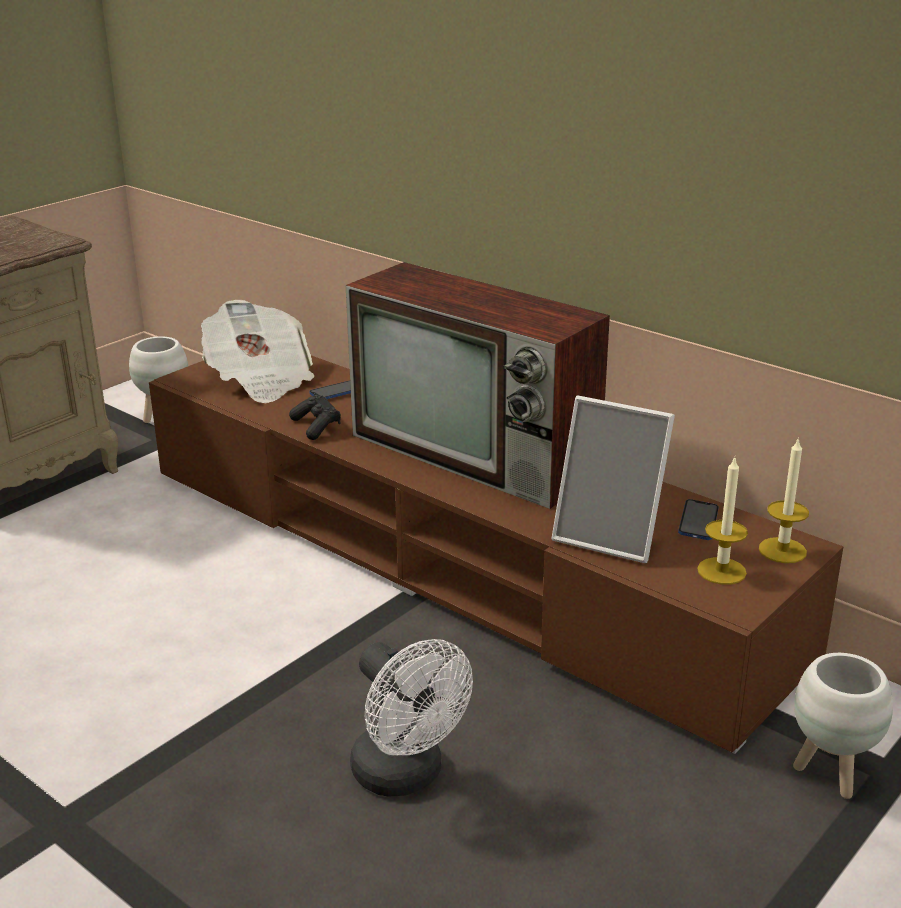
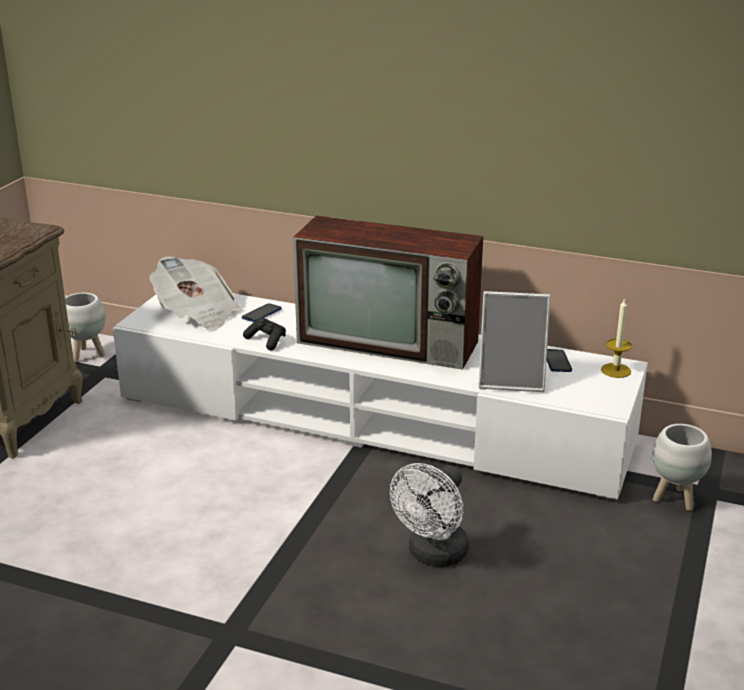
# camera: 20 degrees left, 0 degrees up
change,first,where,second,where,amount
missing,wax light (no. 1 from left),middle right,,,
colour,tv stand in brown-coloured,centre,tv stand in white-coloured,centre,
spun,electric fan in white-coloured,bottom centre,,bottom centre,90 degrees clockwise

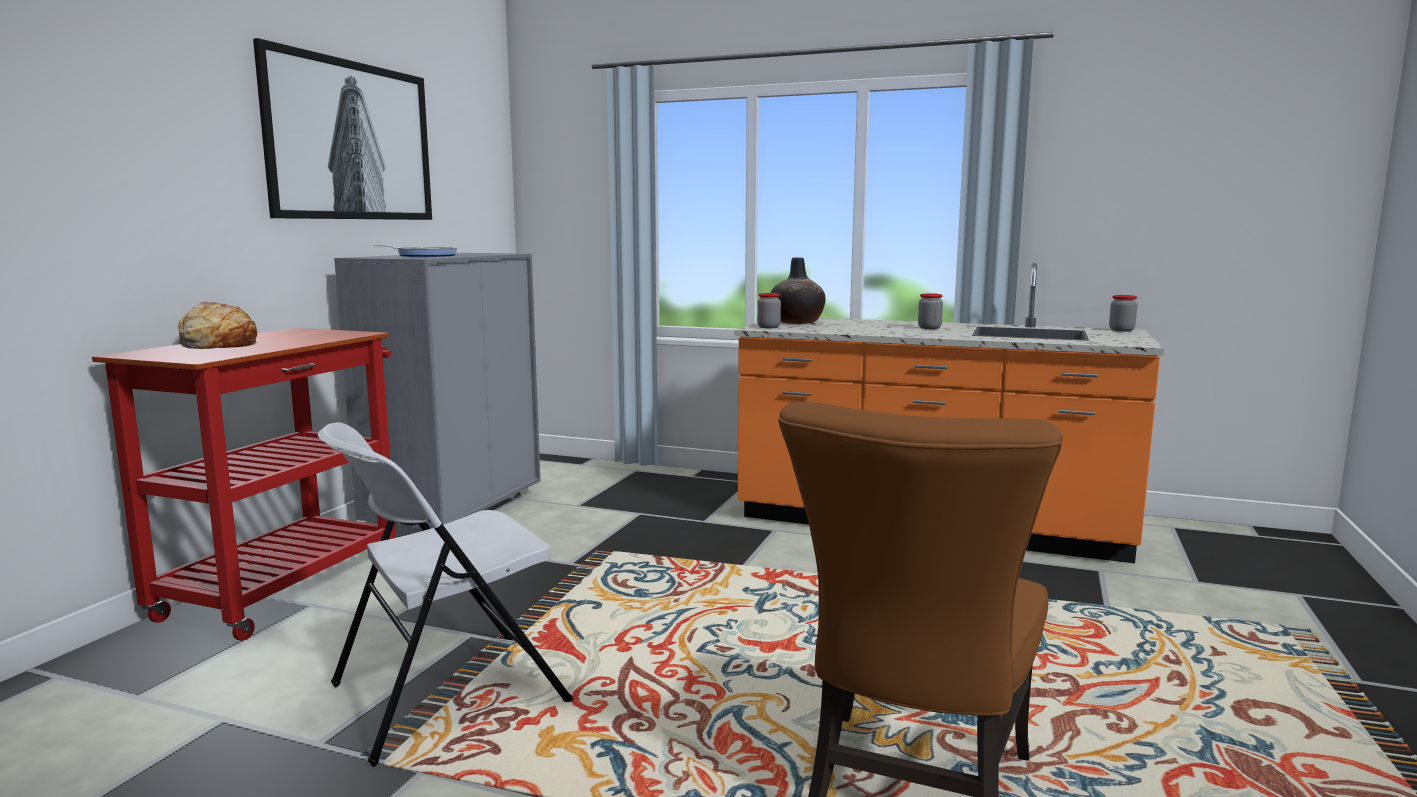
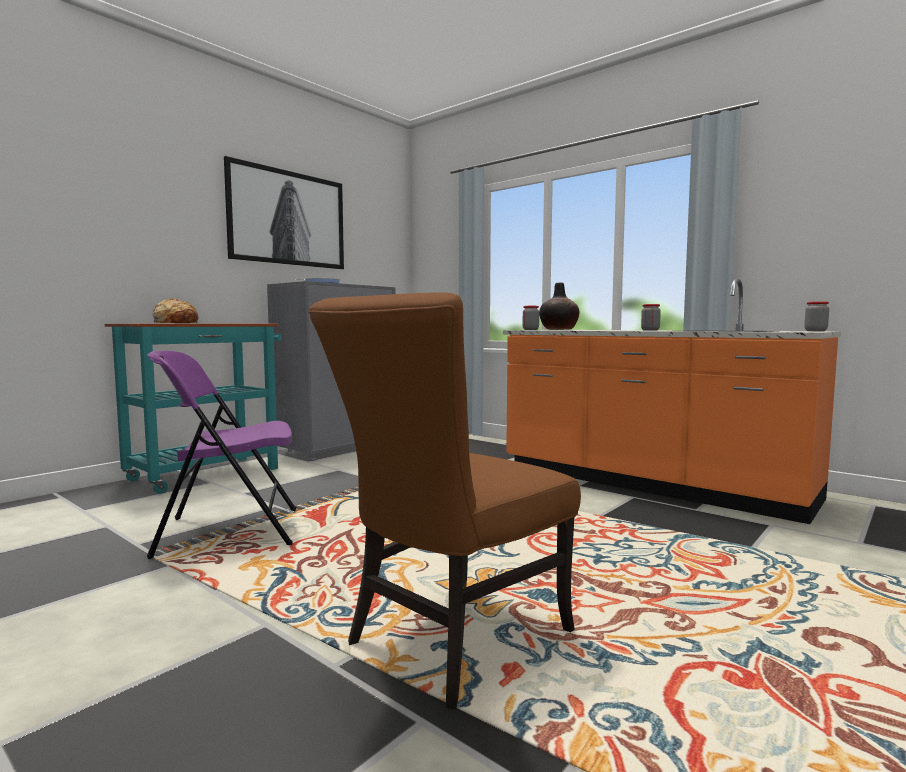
# camera: 20 degrees right, 5 degrees down
change,first,where,second,where,amount
colour,trolley in red,middle left,trolley in turquoise,middle left,
colour,upright chair in white-coloured,bottom left,upright chair in purple-coloured,middle left,

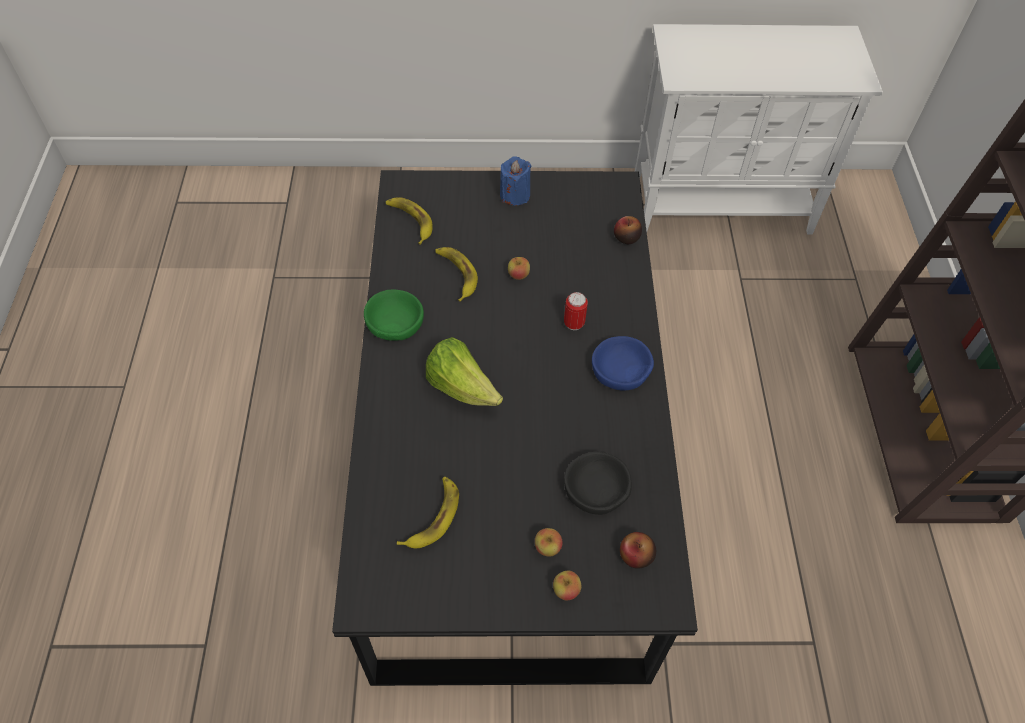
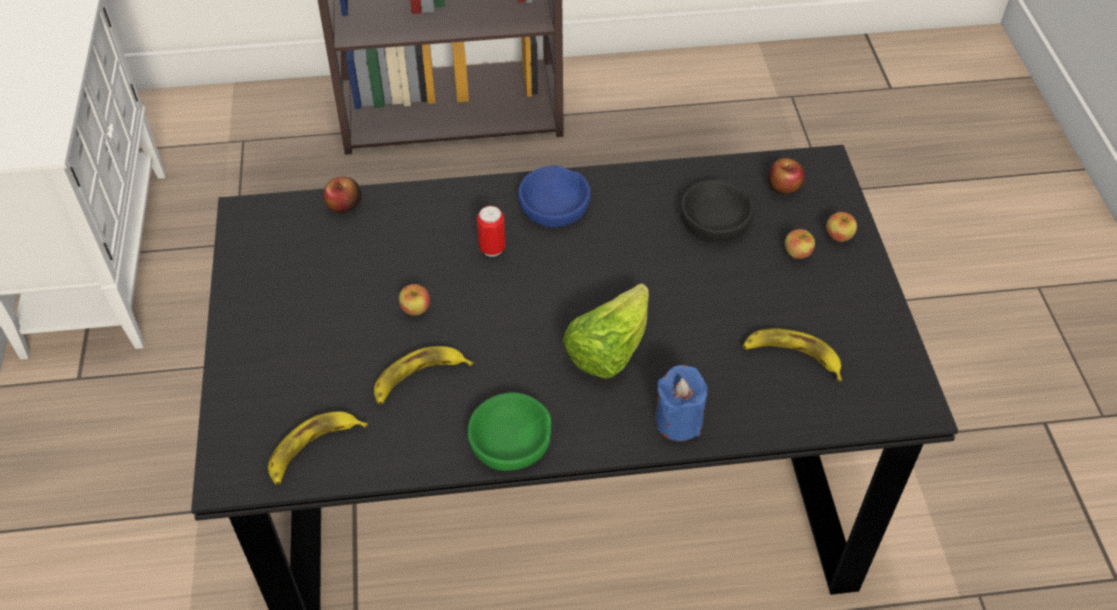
# camera: 95 degrees left, 5 degrees down
change,first,where,second,where,amount
relocated,wax light in bluish,top centre,,centre,

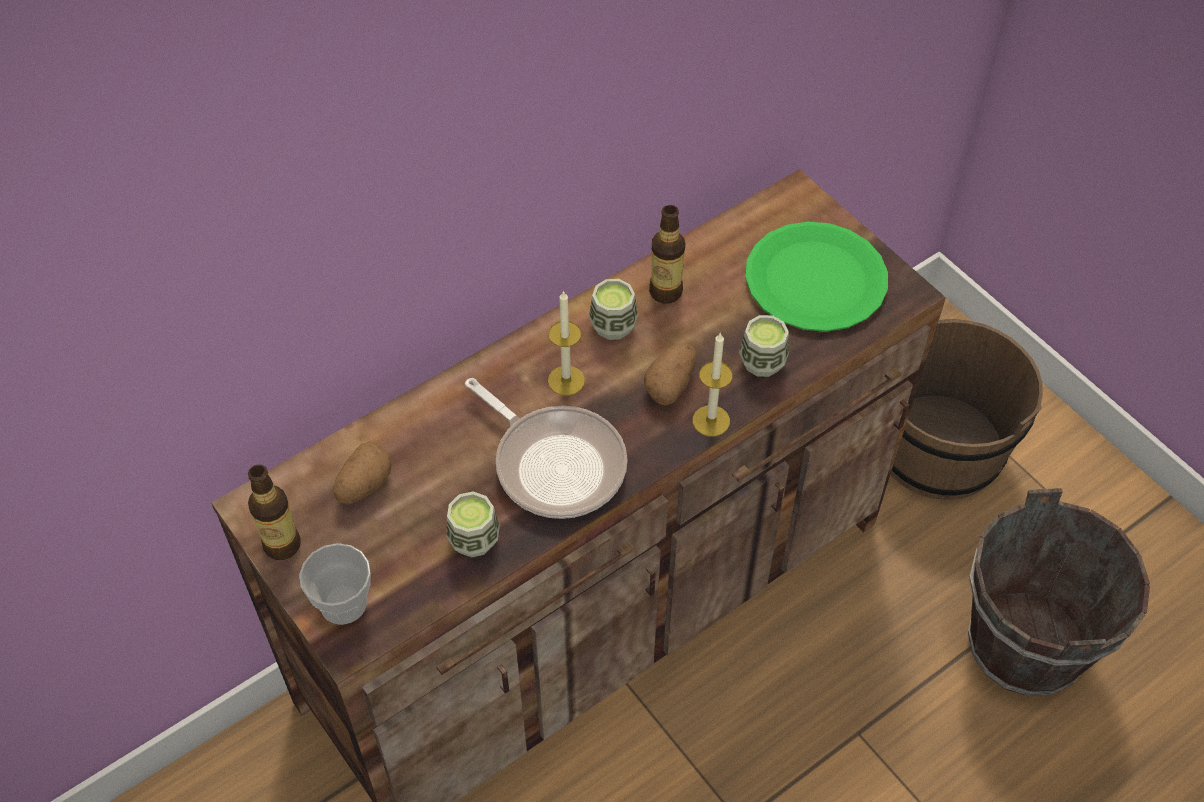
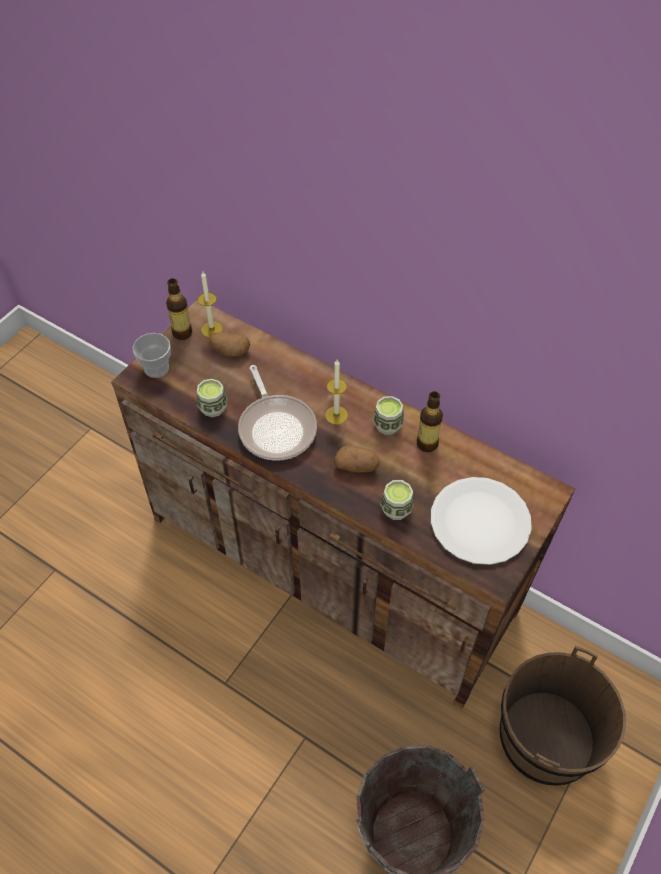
# camera: 70 degrees right, 0 degrees up
change,first,where,second,where,amount
relocated,wax light (no. 2 from left in the first image),centre,wax light (no. 1 from left),middle left,
colour,dinner plate in greenish,middle right,dinner plate in white-coloured,middle right,
spun,frying pan,centre,,centre,45 degrees counterclockwise

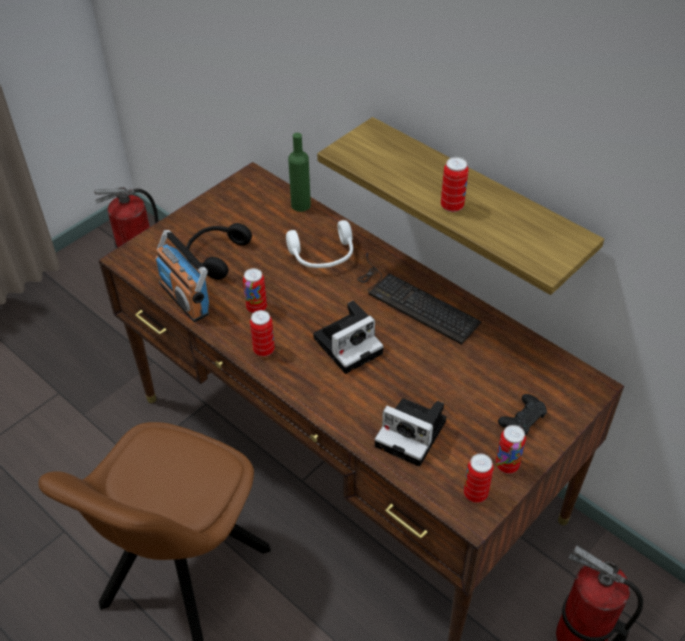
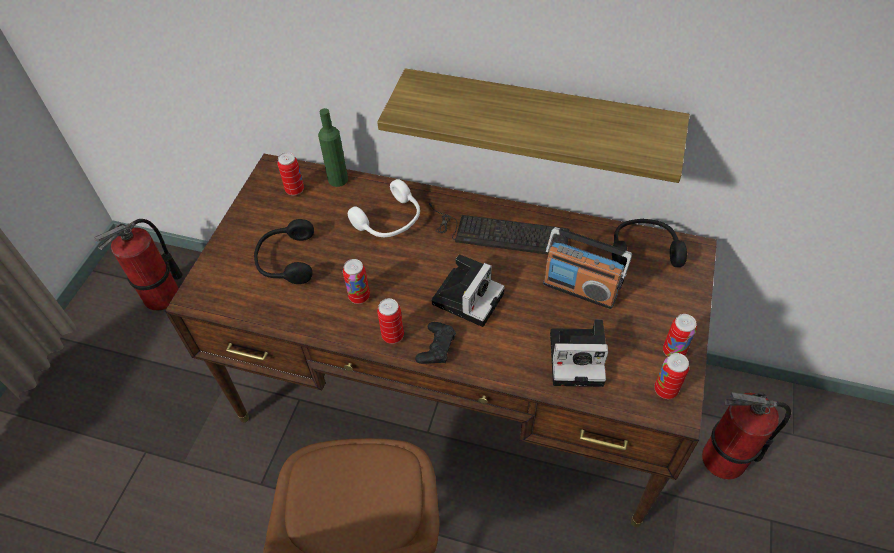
# camera: 25 degrees left, 5 degrees up
change,first,where,second,where,amount
appeared,,,pair of headphones in blackish (no. 2 from left),middle right,
relocated,radio set,middle left,,centre,
relocated,metal can (no. 3 from left in the first image),top centre,metal can (no. 1 from left),top left,
relocated,joypad in blackish,middle right,,centre,

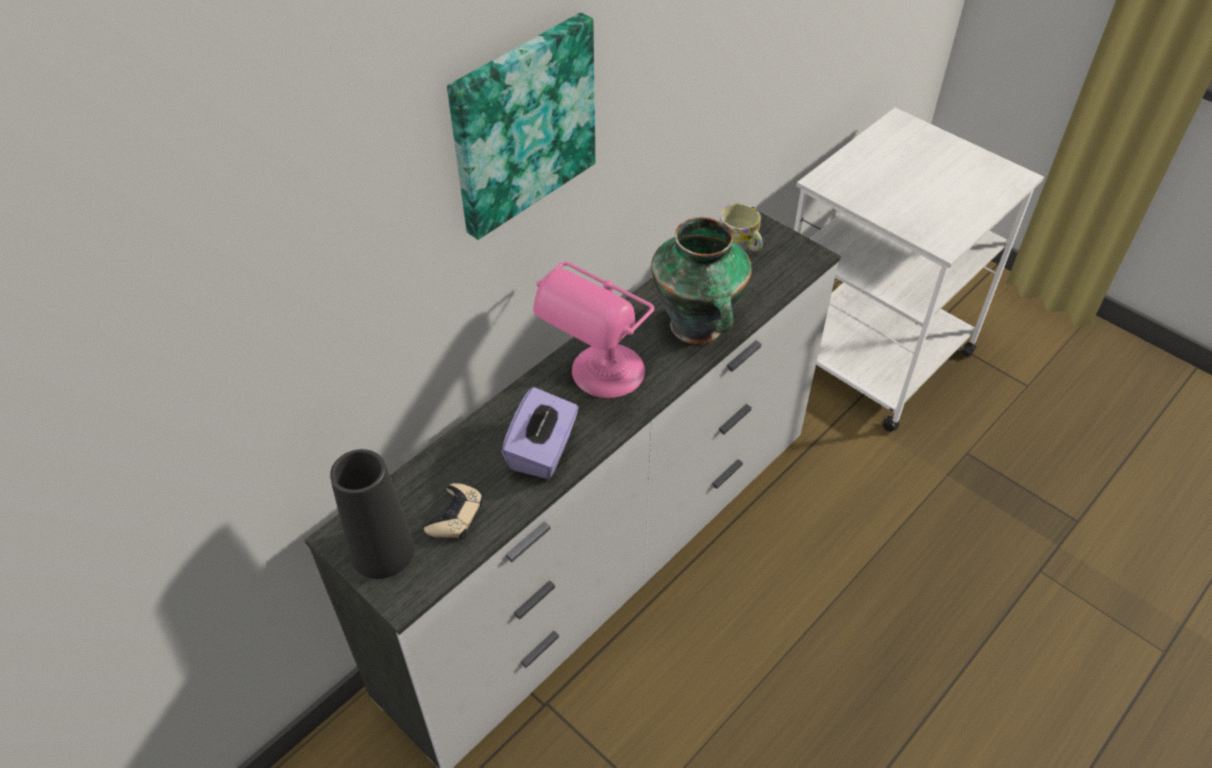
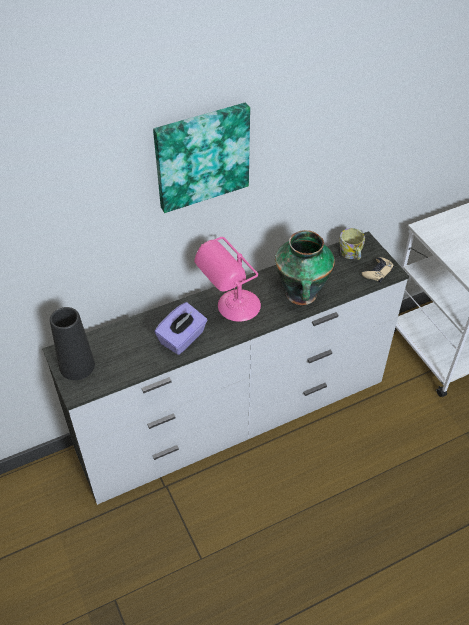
# camera: 20 degrees right, 0 degrees up
change,first,where,second,where,amount
relocated,joypad in beige,centre,,middle right,

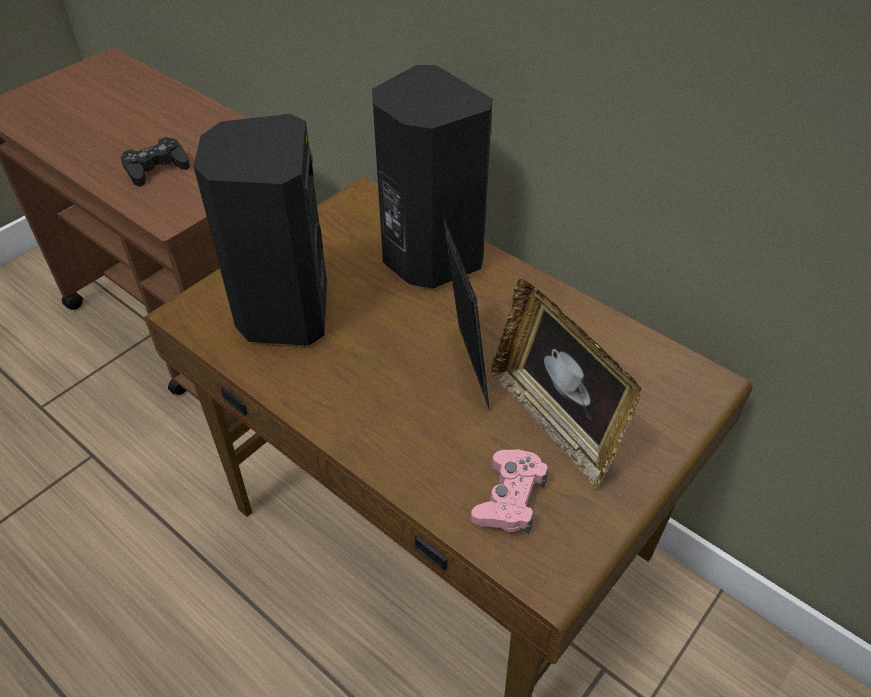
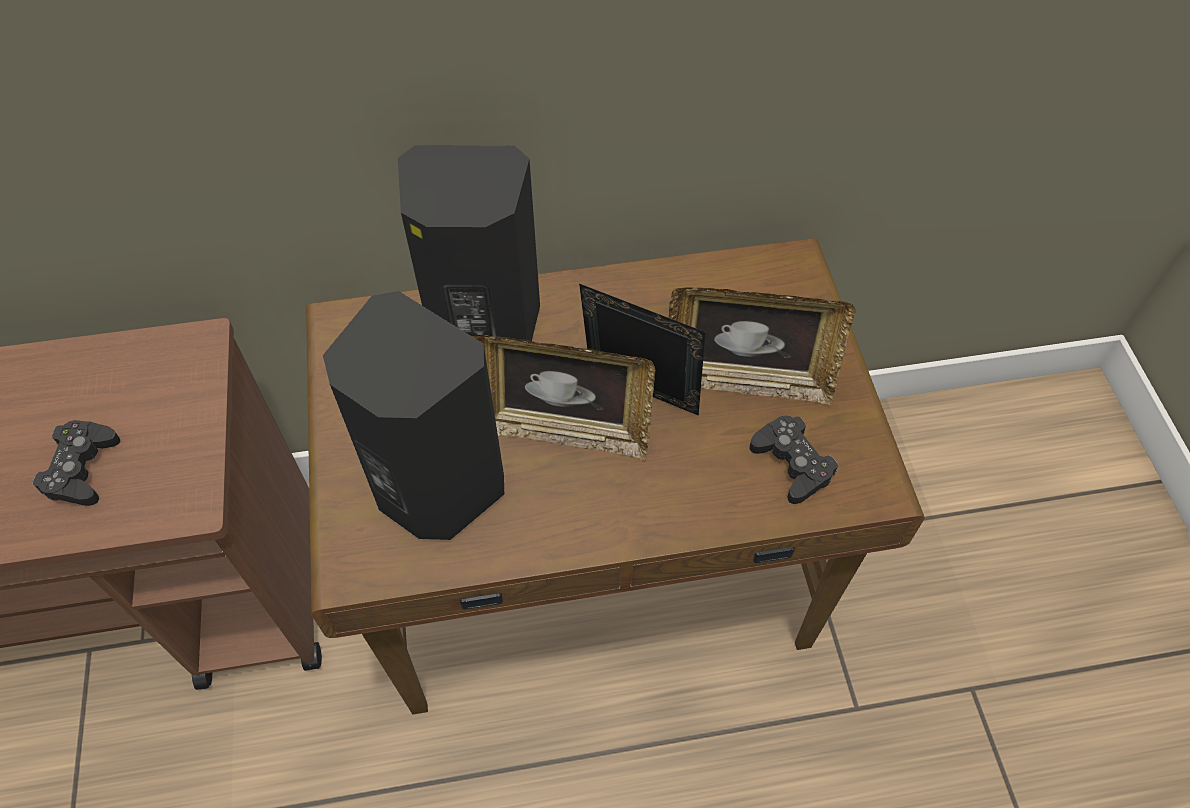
# camera: 50 degrees left, 10 degrees up
change,first,where,second,where,amount
appeared,,,picture frame (no. 1 from left),centre,
colour,joypad in pink,bottom centre,joypad in blackish (no. 2 from left),middle right,

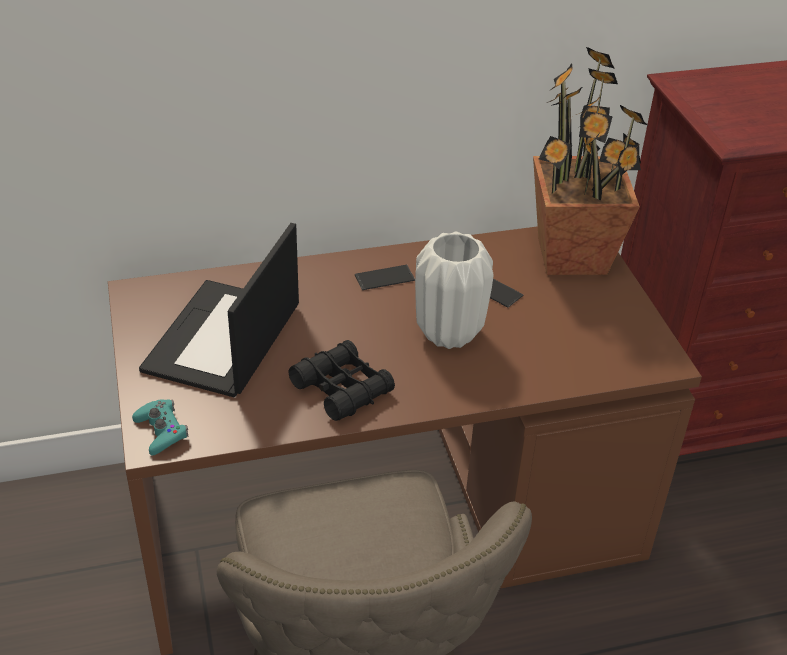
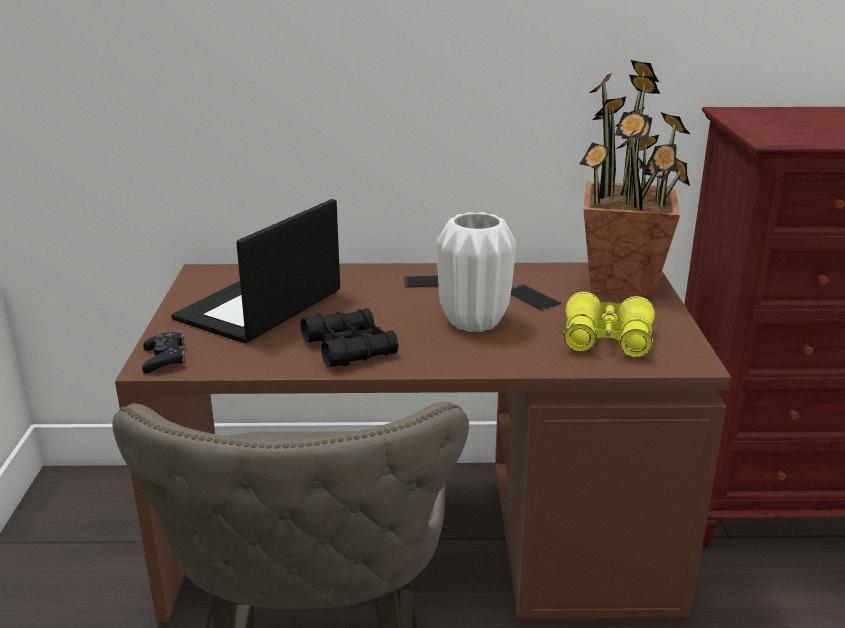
# camera: 15 degrees right, 15 degrees down
change,first,where,second,where,amount
appeared,,,field glasses in yellow,middle right,
colour,joypad in turquoise,middle left,joypad in blackish,middle left,

